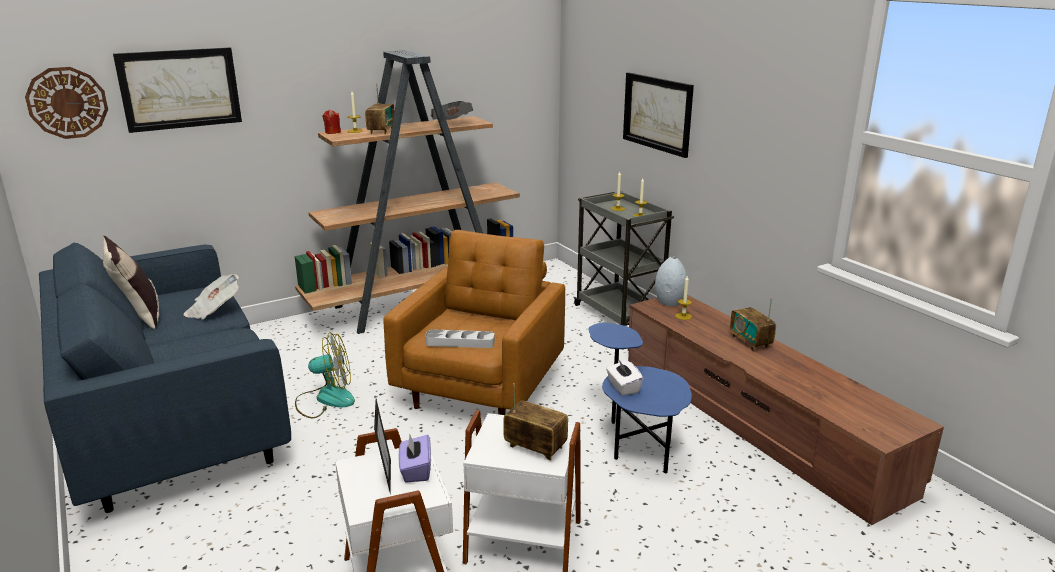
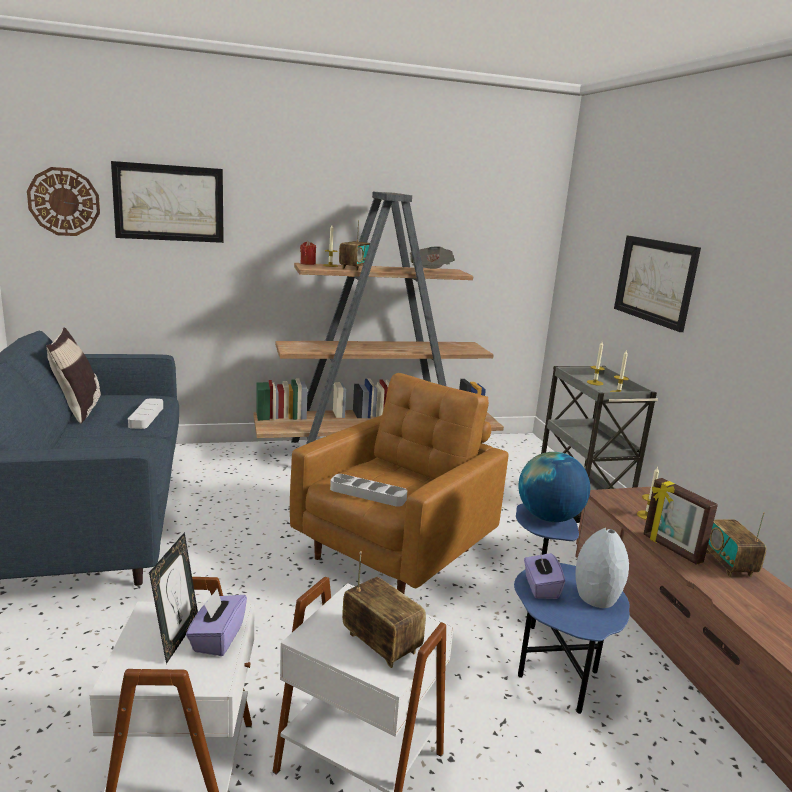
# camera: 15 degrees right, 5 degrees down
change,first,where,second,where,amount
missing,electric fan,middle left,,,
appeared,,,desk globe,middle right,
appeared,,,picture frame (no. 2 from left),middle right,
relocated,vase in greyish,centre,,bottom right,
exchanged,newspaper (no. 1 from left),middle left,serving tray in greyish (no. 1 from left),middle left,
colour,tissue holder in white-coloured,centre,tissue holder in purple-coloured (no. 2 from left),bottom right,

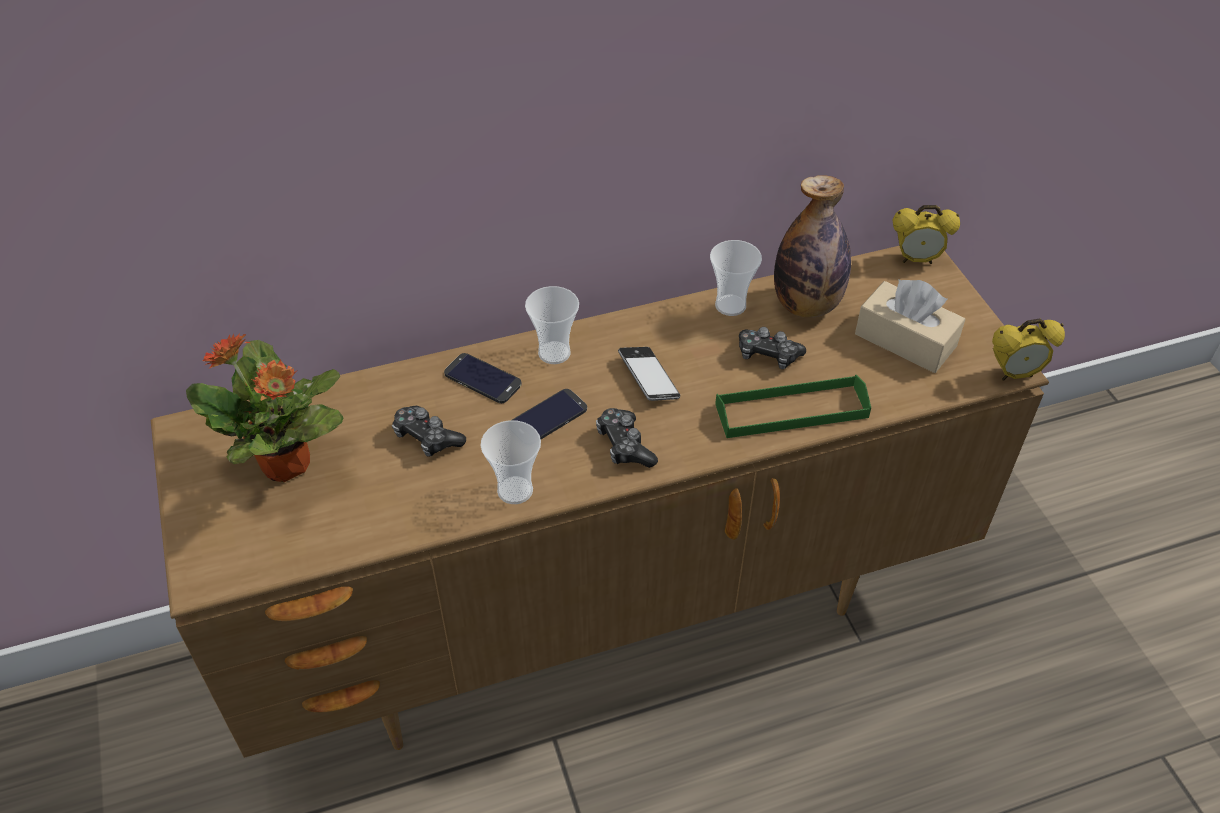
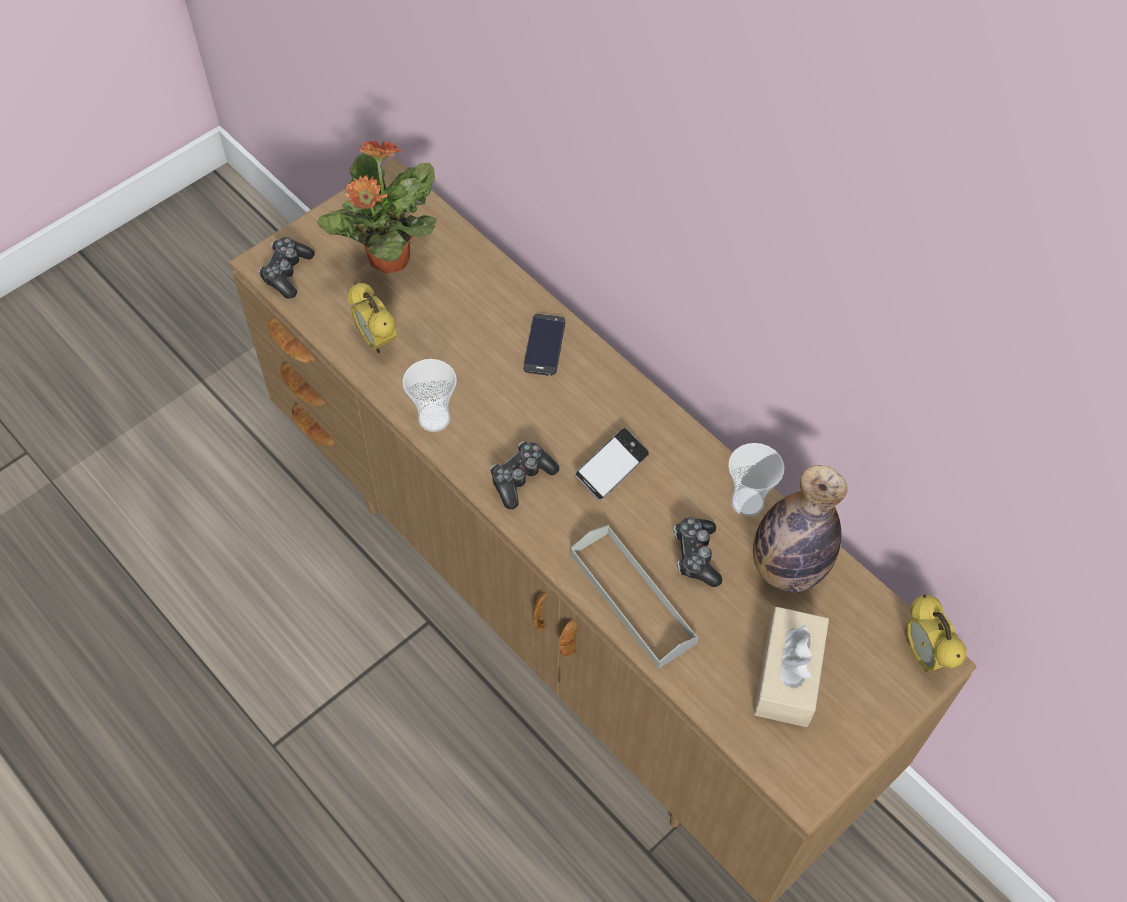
# camera: 65 degrees right, 10 degrees up
change,first,where,second,where,amount
missing,telephone (no. 2 from left),centre,,,
missing,cup (no. 2 from left),centre,,,
relocated,joypad (no. 1 from left),centre,,top left,
relocated,bedside clock (no. 2 from left in the first image),middle right,bedside clock (no. 1 from left),middle left,
colour,serving tray in greenish,centre,serving tray in greyish,centre,

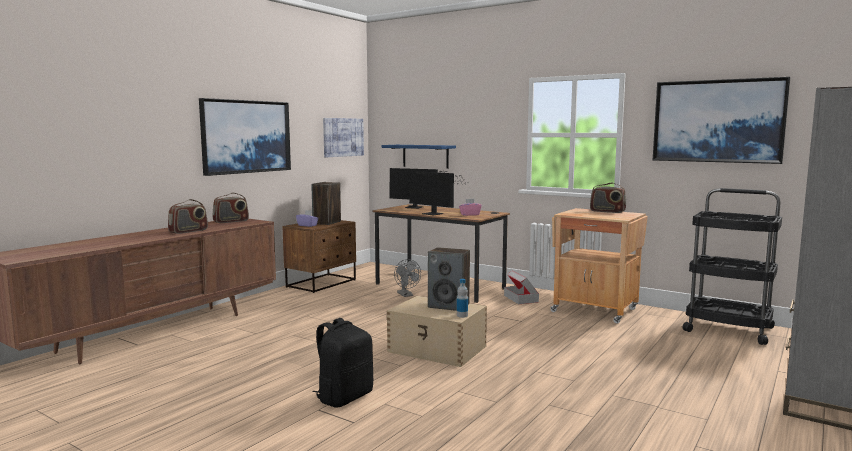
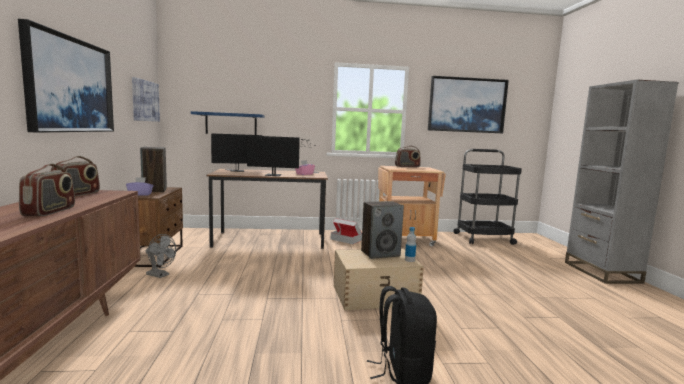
# camera: 40 degrees left, 0 degrees up
change,first,where,second,where,amount
relocated,electric fan in greyish,centre,,bottom left,

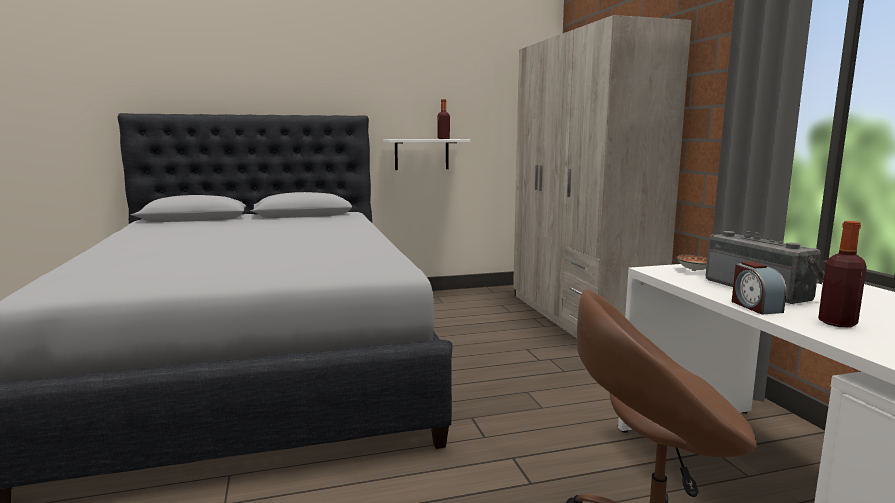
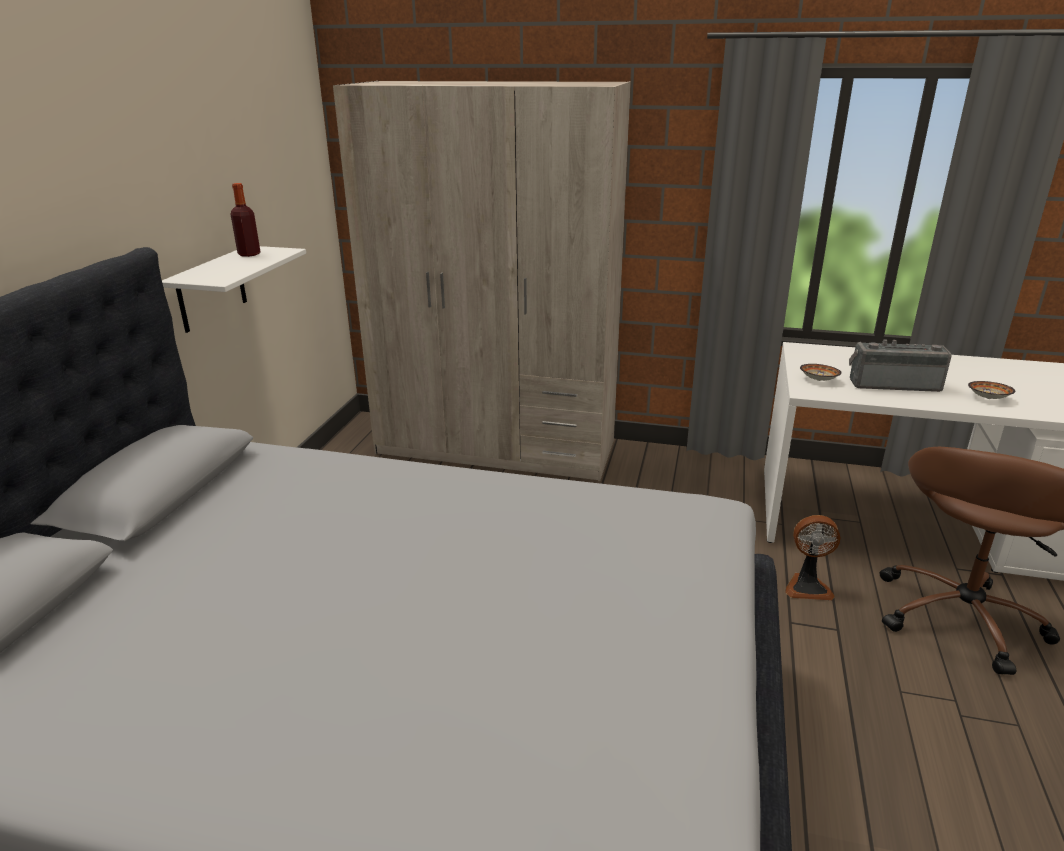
# camera: 60 degrees left, 15 degrees up
change,first,where,second,where,amount
missing,bedside clock,middle right,,,
appeared,,,electric fan,middle right,
exchanged,beverage bottle (no. 2 from left),middle right,deep dish (no. 2 from left),middle right,

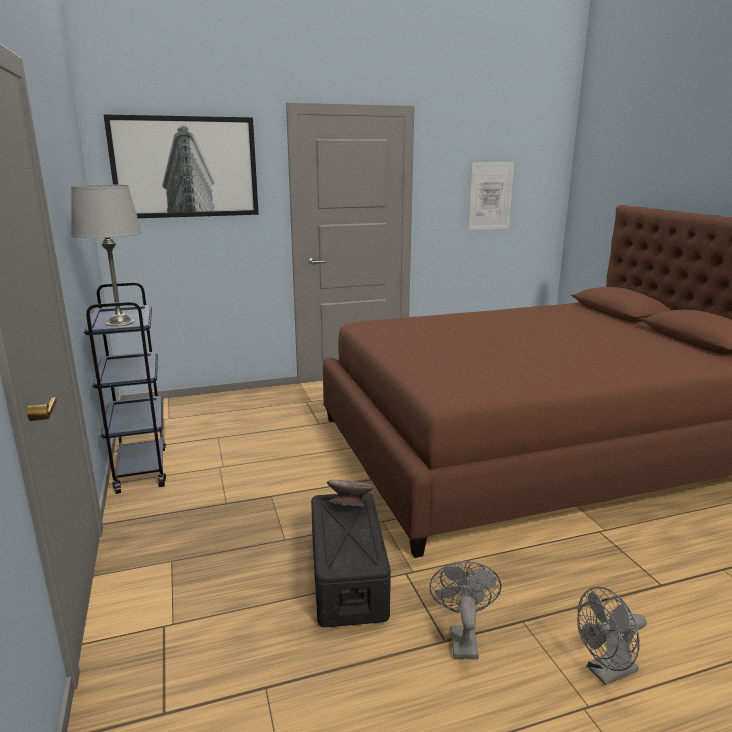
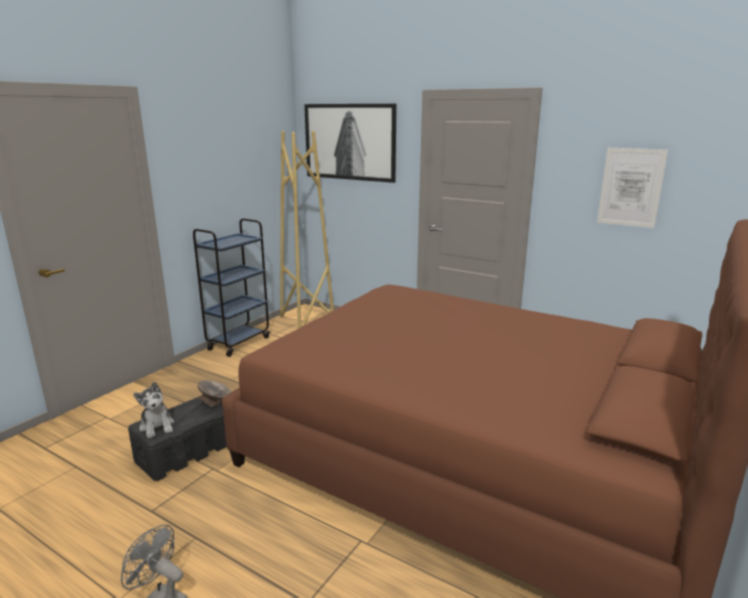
# camera: 50 degrees right, 0 degrees up
change,first,where,second,where,amount
missing,tabletop lamp in greyish,middle left,,,
missing,electric fan in greyish (no. 1 from left),bottom centre,,,
appeared,,,plush toy,bottom left,
appeared,,,garment rack in yellow,centre,

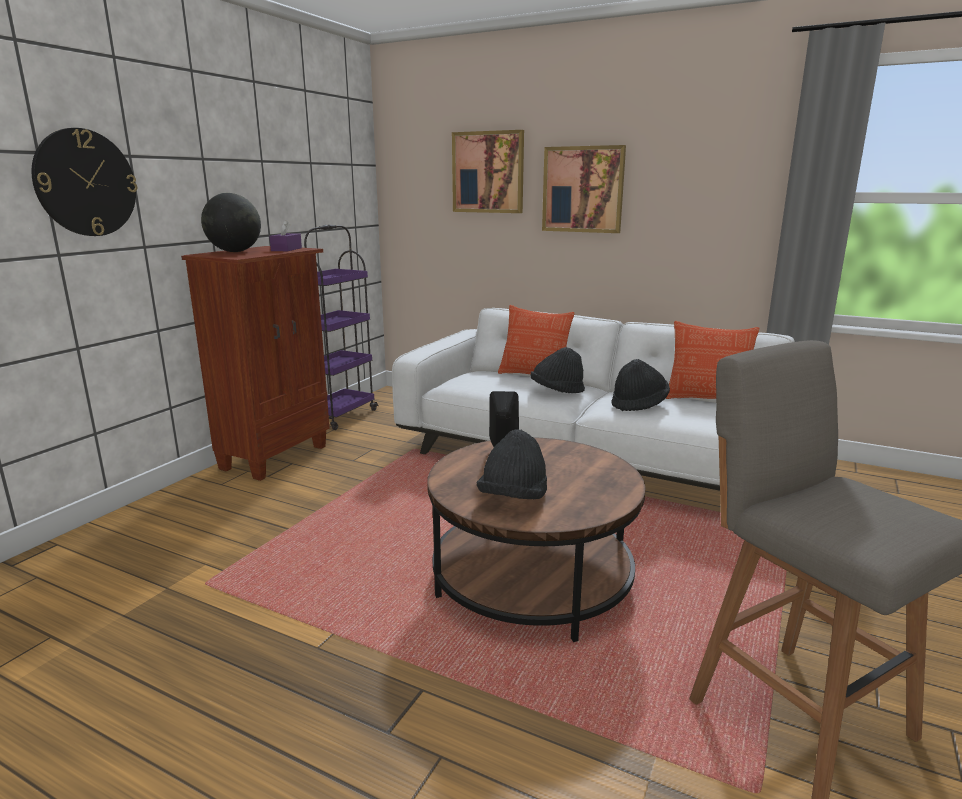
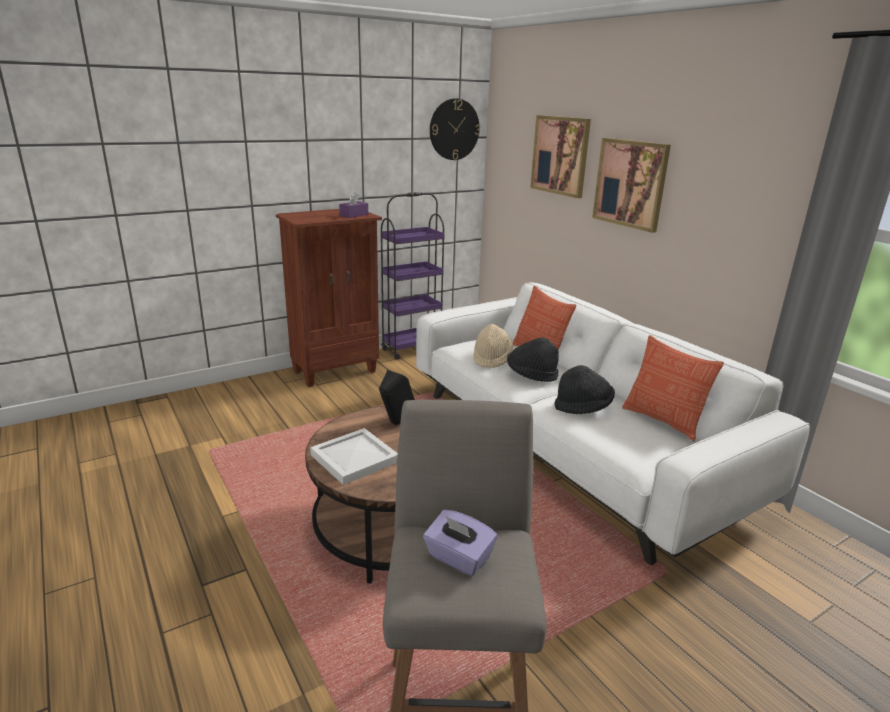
# camera: 30 degrees right, 5 degrees up
change,first,where,second,where,amount
missing,desk globe,top left,,,
appeared,,,tissue holder in purple-coloured (no. 2 from left),bottom centre,
appeared,,,hat in beige,centre,
relocated,wall clock,top left,,top centre,
exchanged,hat in blackish (no. 1 from left),centre,serving tray in white-coloured,centre,

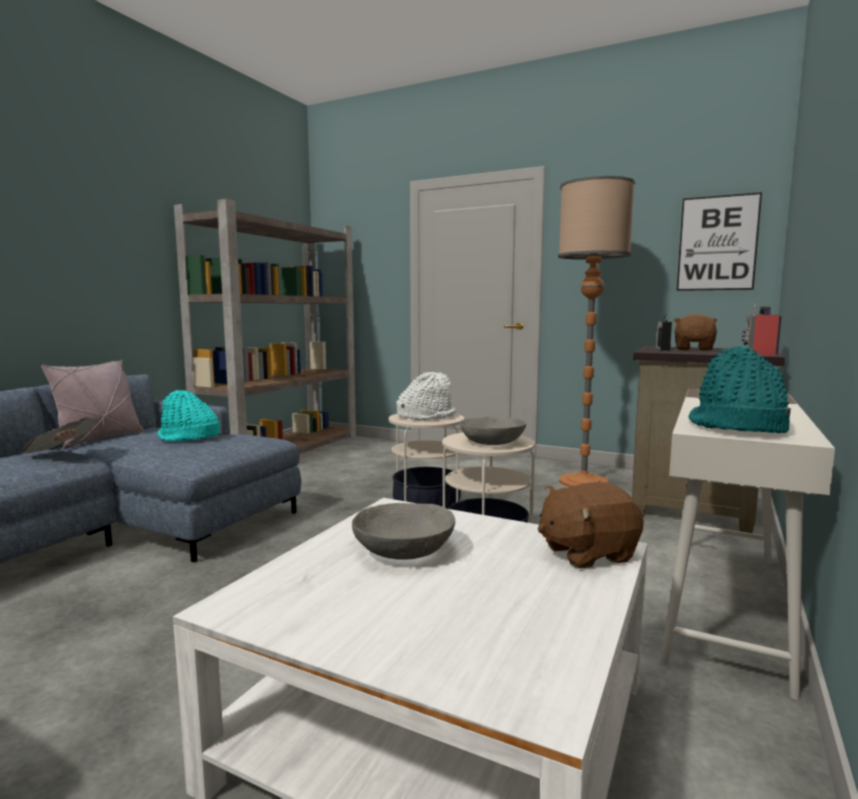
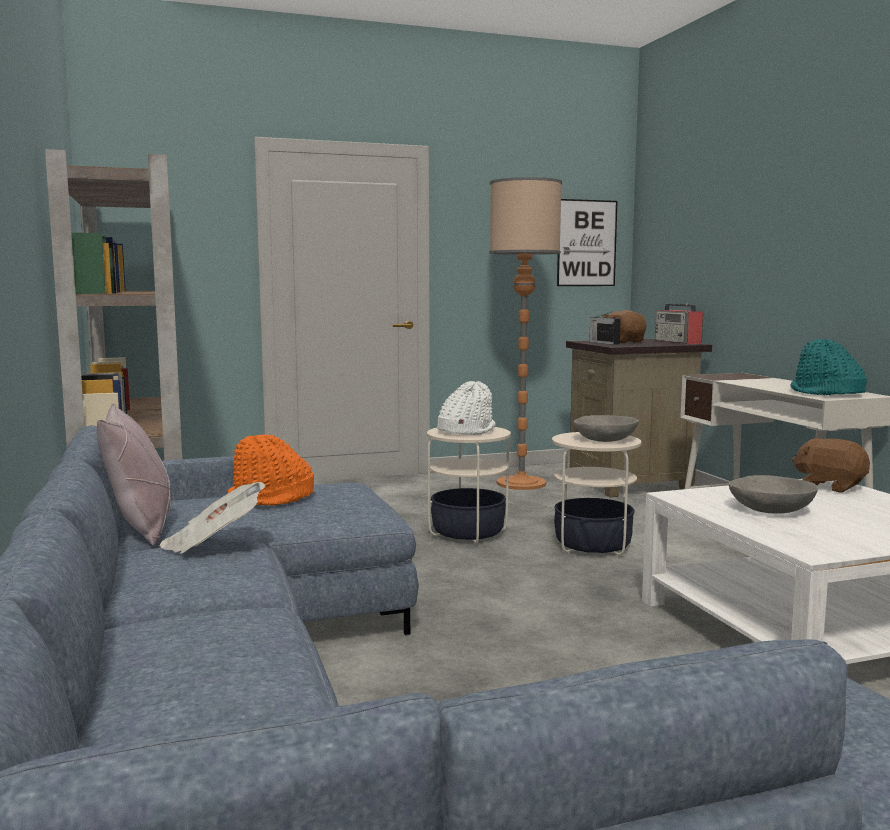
# camera: 45 degrees left, 0 degrees up
change,first,where,second,where,amount
colour,hat in turquoise (no. 1 from left),middle left,hat in orange,middle left,
spun,plush toy in brown-coloured (no. 1 from left in the first image),middle right,plush toy in brown-coloured (no. 2 from left),middle right,105 degrees clockwise

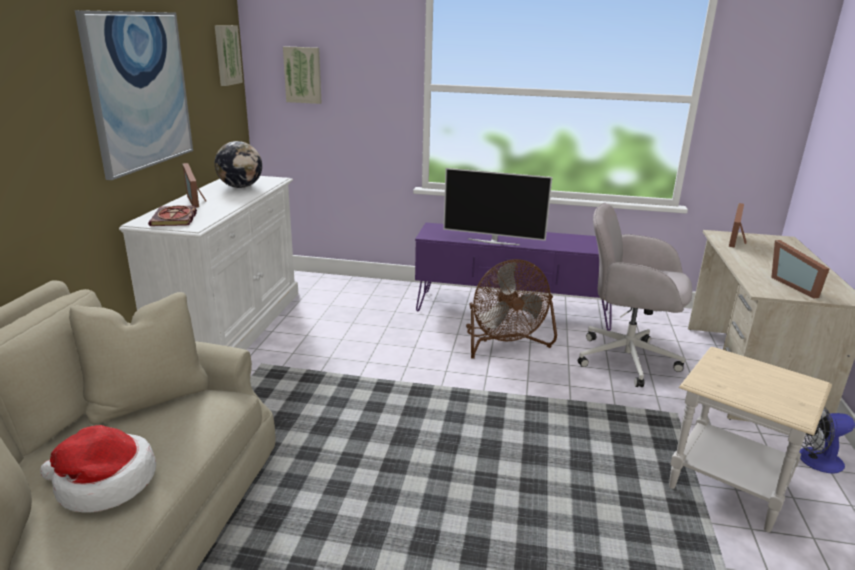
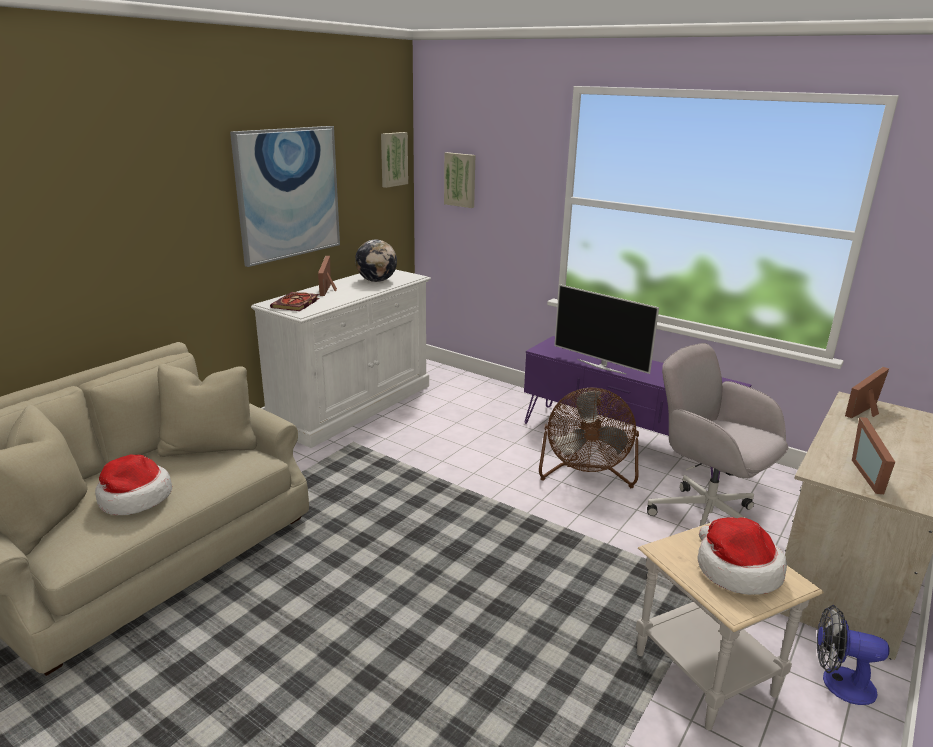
# camera: 25 degrees right, 0 degrees up
change,first,where,second,where,amount
appeared,,,hat (no. 2 from left),bottom right,

